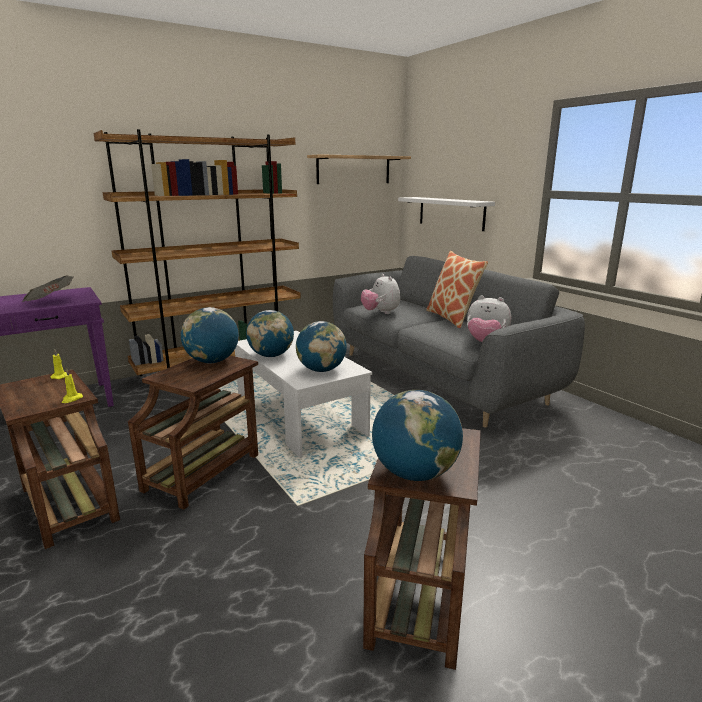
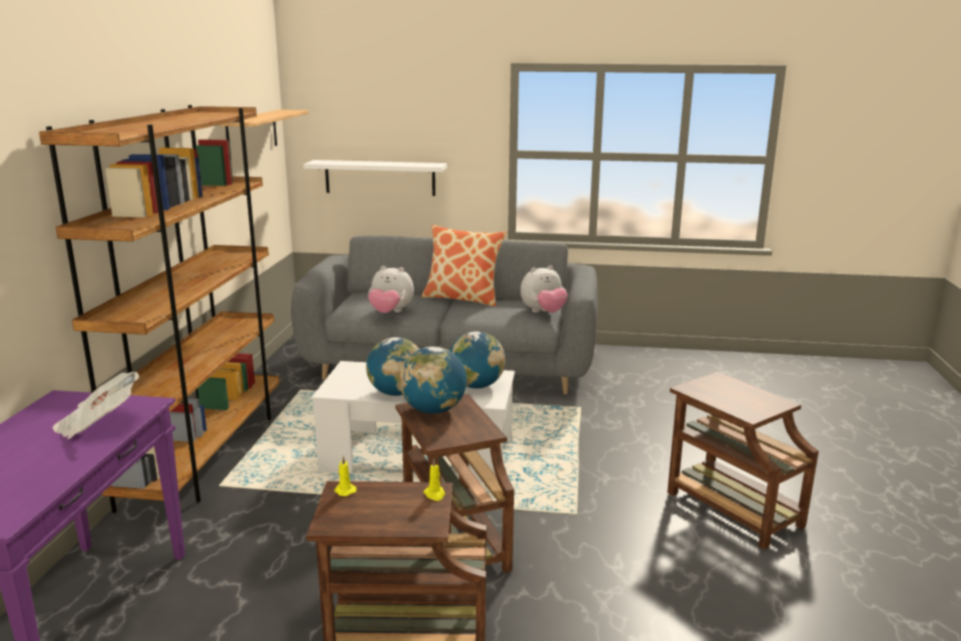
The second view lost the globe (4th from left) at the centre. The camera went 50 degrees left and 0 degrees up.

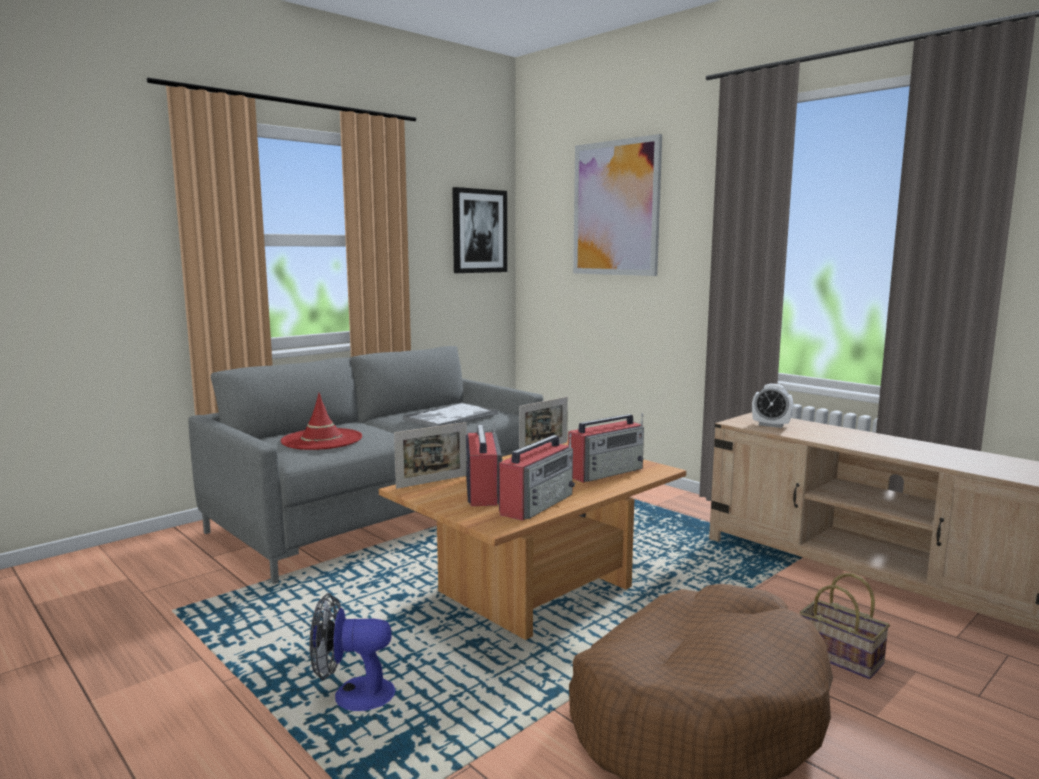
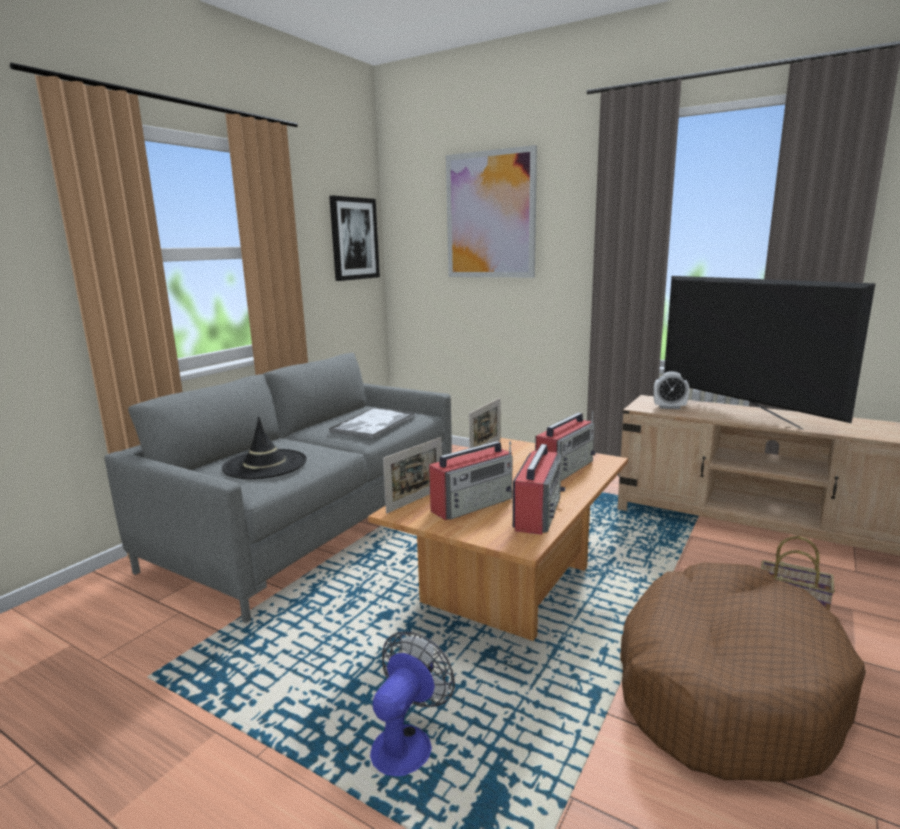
What was the chapeau (rouge) at the middle left turned into the chapeau (noir) at the middle left. The ventilateur at the bottom centre ended up facing another way, 135 degrees clockwise from before. The radio (1st from left) at the centre ended up facing another way, 75 degrees clockwise from before. The second view gained the téléviseur at the middle right. The camera went 15 degrees left and 5 degrees up.

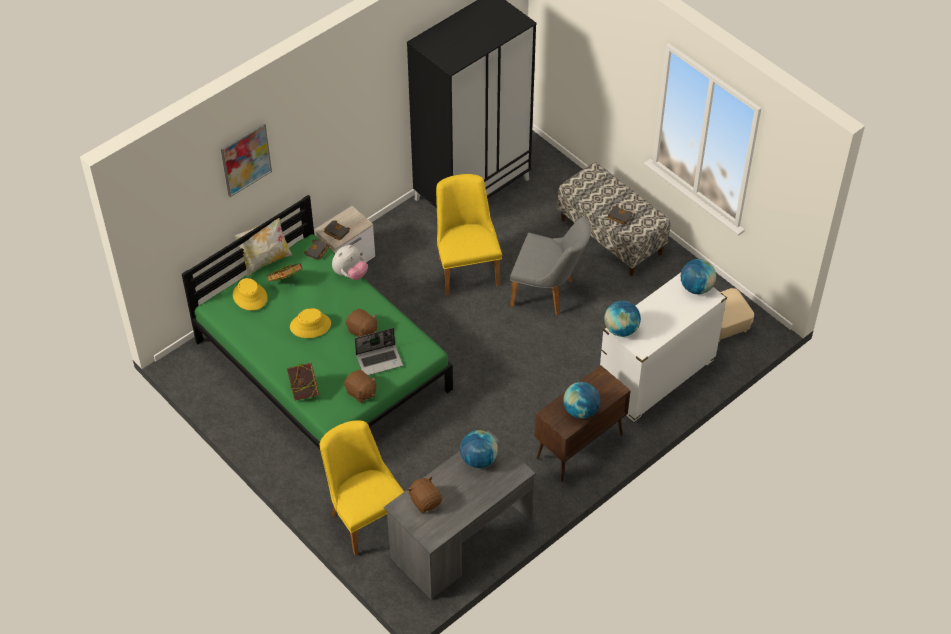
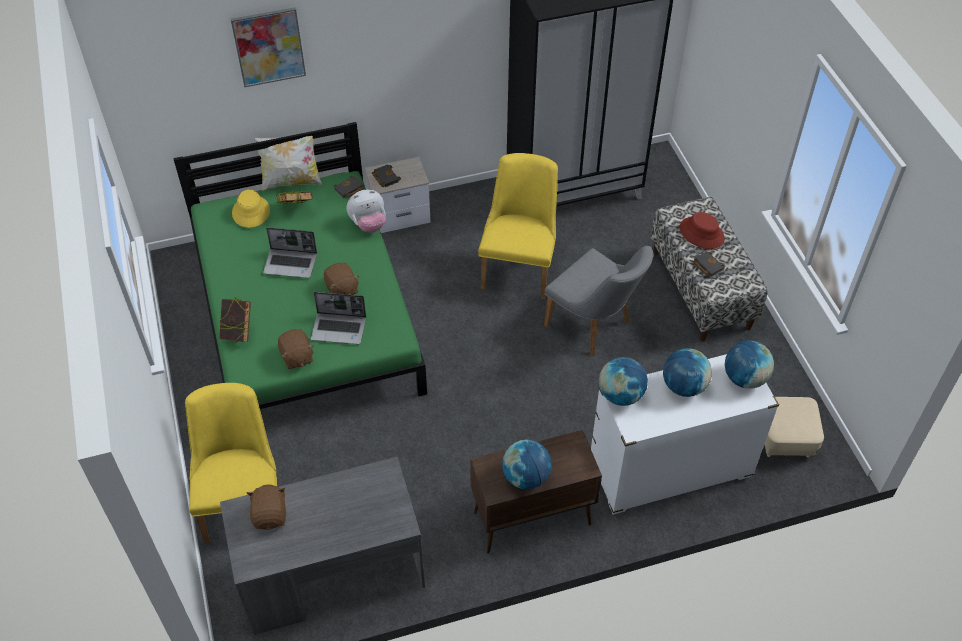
Where the chapeau (jaune) (2nd from left) stood at the middle left, the ordinateur portable (1st from left) came to stand at the middle left. The globe (1st from left in the first image) ended up elsewhere, having gone from the bottom centre to the middle right. The second view gained the chapeau (rouge) at the middle right. The camera went 25 degrees right and 0 degrees up.

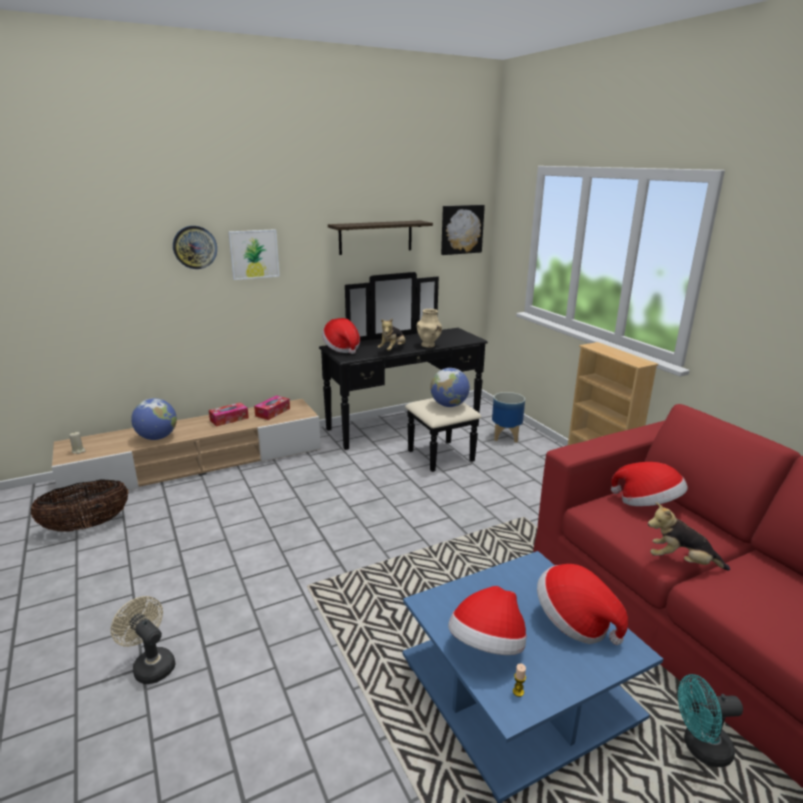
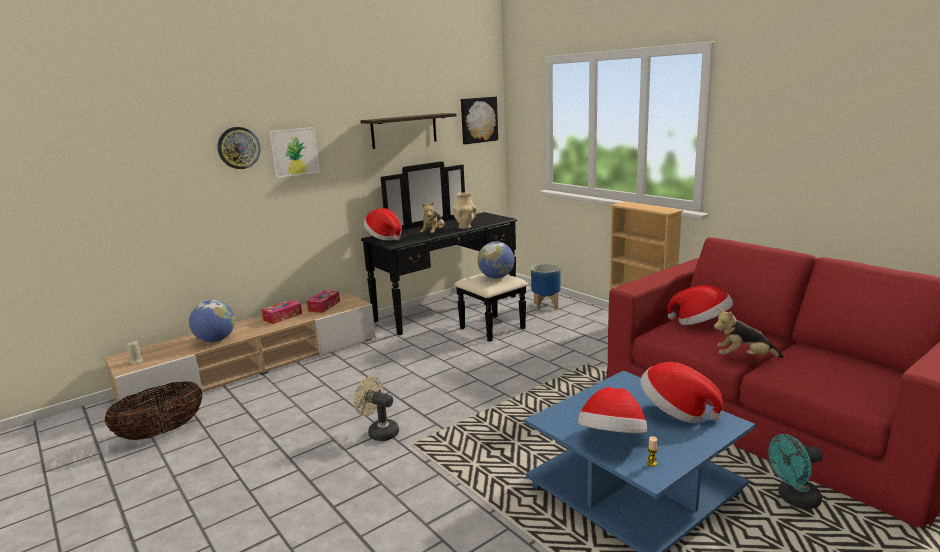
The ventilateur (beige) ended up elsewhere, having gone from the bottom left to the bottom centre. The camera went 10 degrees left and 5 degrees down.

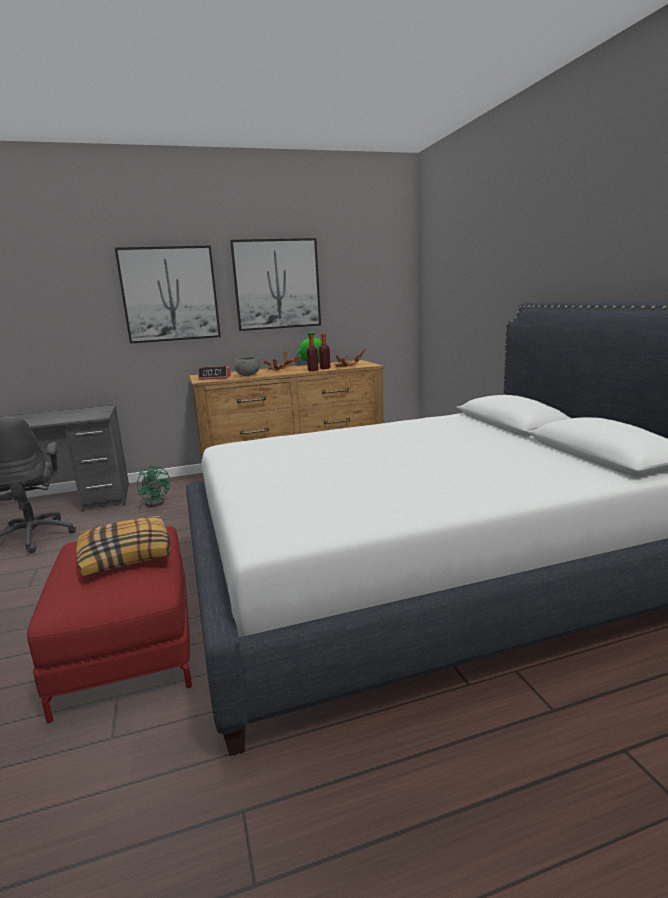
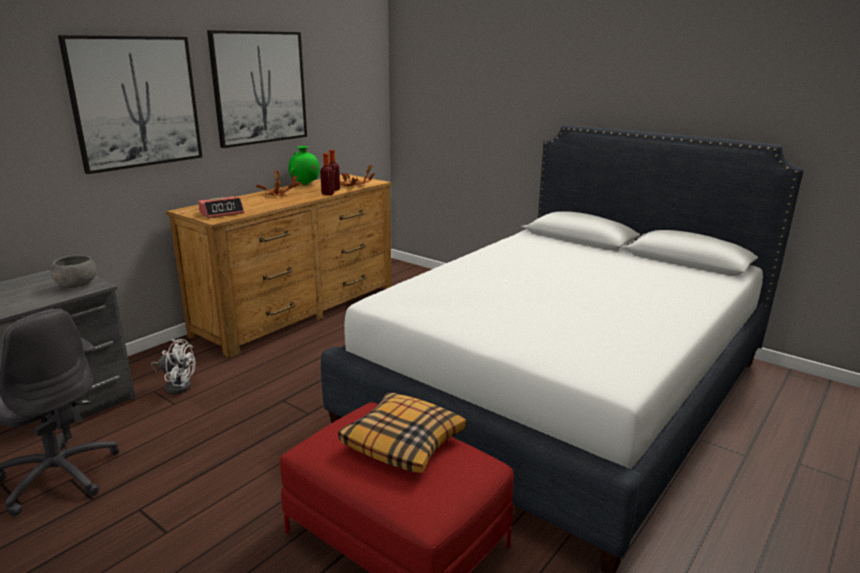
What was the ventilateur (vert) at the middle left turned into the ventilateur (blanc) at the middle left. The bol (gris) ended up elsewhere, having gone from the centre to the middle left. The camera went 35 degrees left and 5 degrees up.

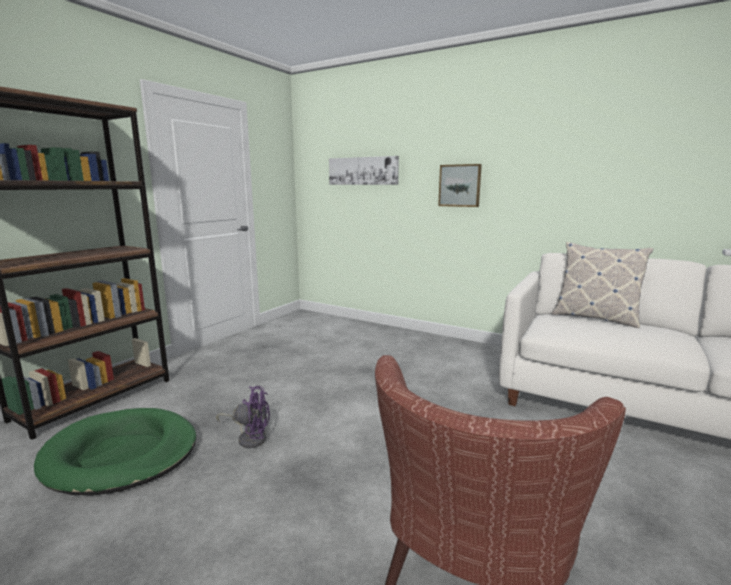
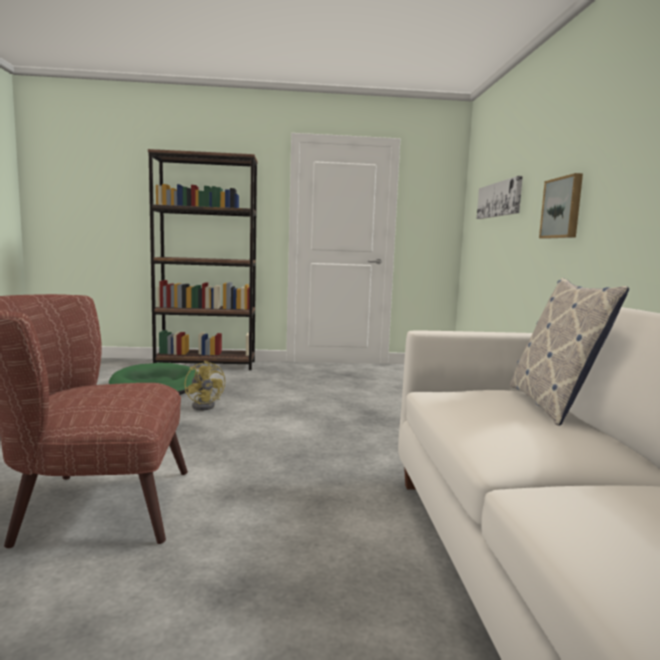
What was the ventilateur (violet) at the bottom left turned into the ventilateur (jaune) at the middle left. The camera went 55 degrees right and 5 degrees down.

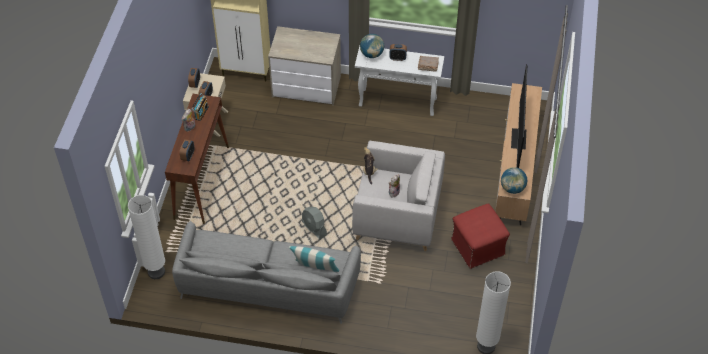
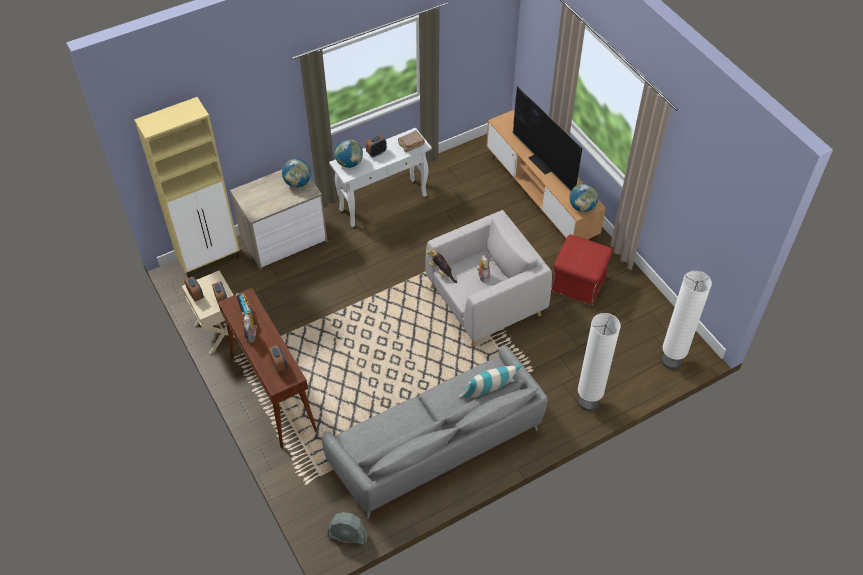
The lampadaire (blanc) (1st from left) ended up elsewhere, having gone from the bottom left to the middle right. The ventilateur (gris) ended up elsewhere, having gone from the centre to the bottom centre. The second view gained the globe (1st from left) at the top centre. The camera went 40 degrees left and 0 degrees up.

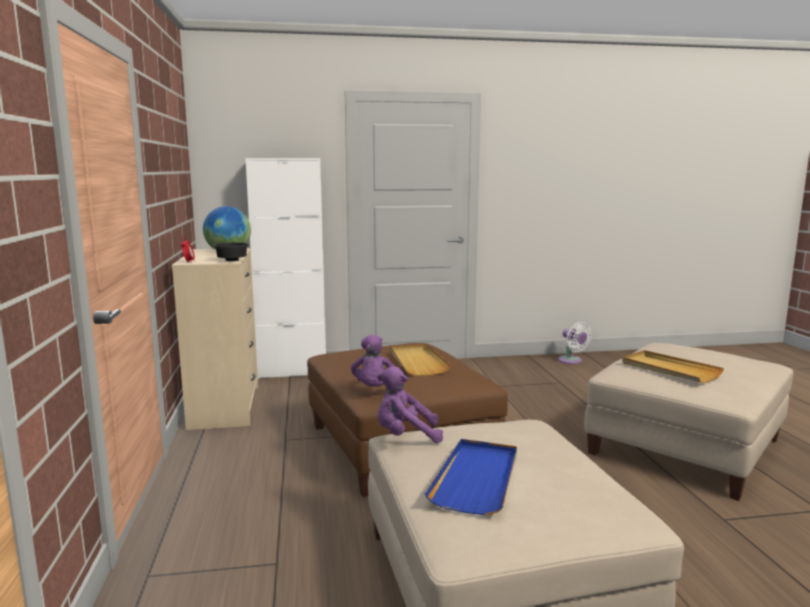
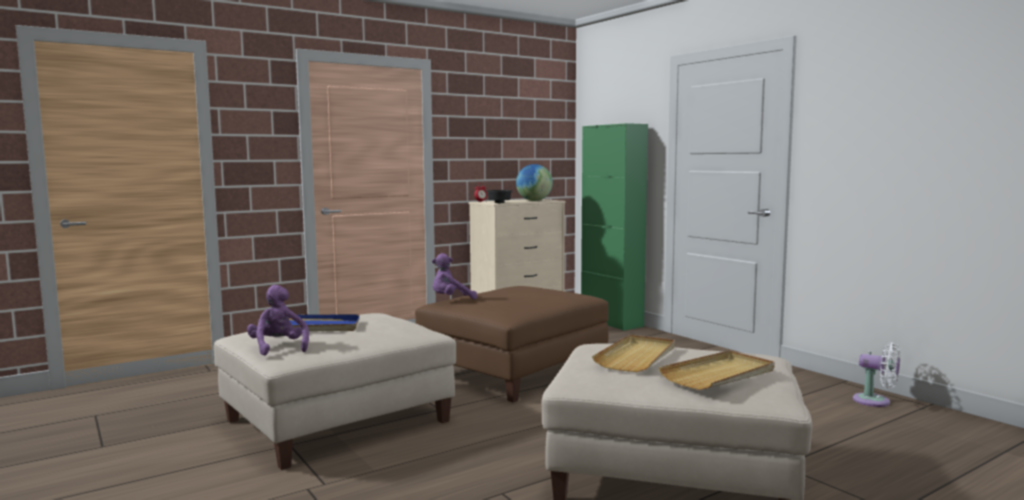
What was the meuble de rangement (blanc) at the centre turned into the meuble de rangement (vert) at the centre. The peluche (violet) (2nd from left in the first image) ended up elsewhere, having gone from the centre to the middle left. The plateau (beige) (1st from left in the first image) ended up elsewhere, having gone from the centre to the bottom right. The ventilateur (blanc) at the middle right ended up facing another way, 90 degrees counterclockwise from before. The camera went 65 degrees right and 5 degrees down.

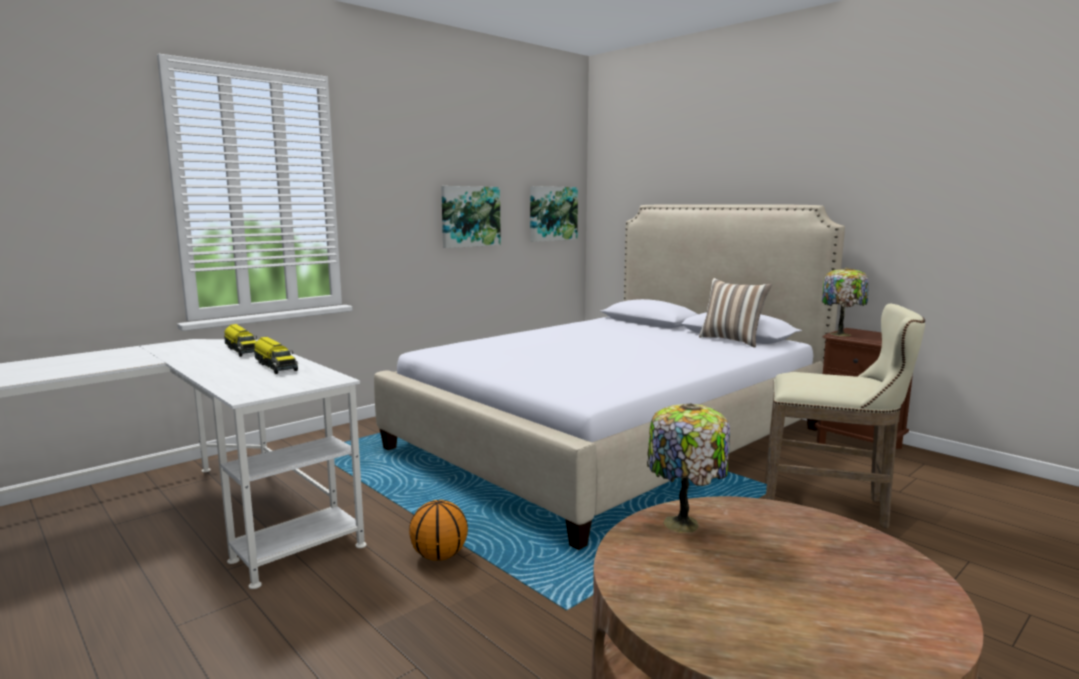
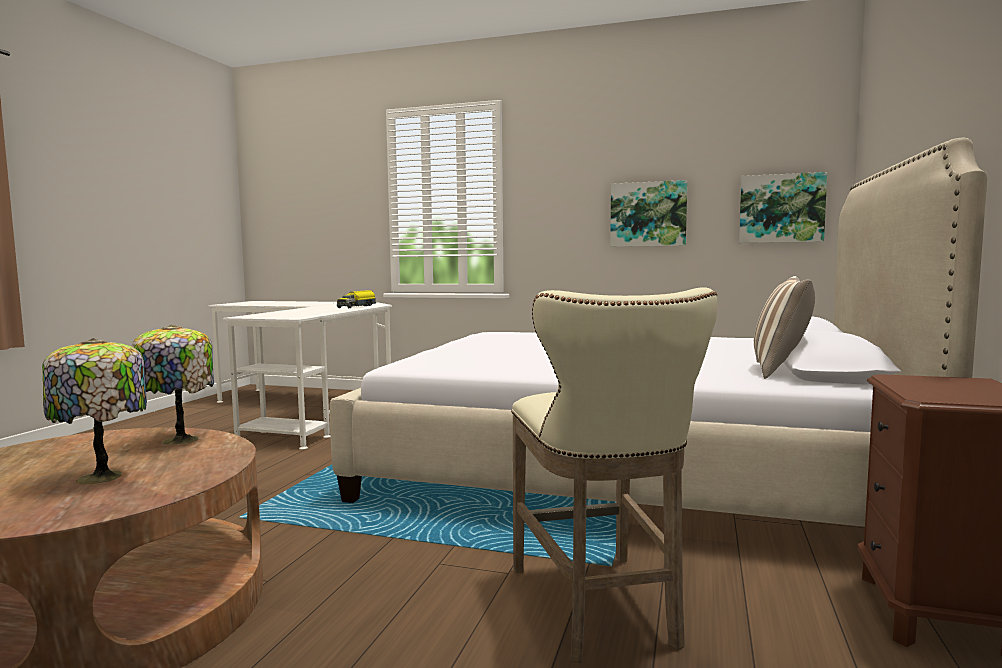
The second view lost the camion jouet (2nd from left) at the middle left. The second view lost the ballon de basket at the bottom centre. The lampe de table (2nd from left in the first image) ended up elsewhere, having gone from the middle right to the middle left. The camera went 60 degrees right and 5 degrees down.

